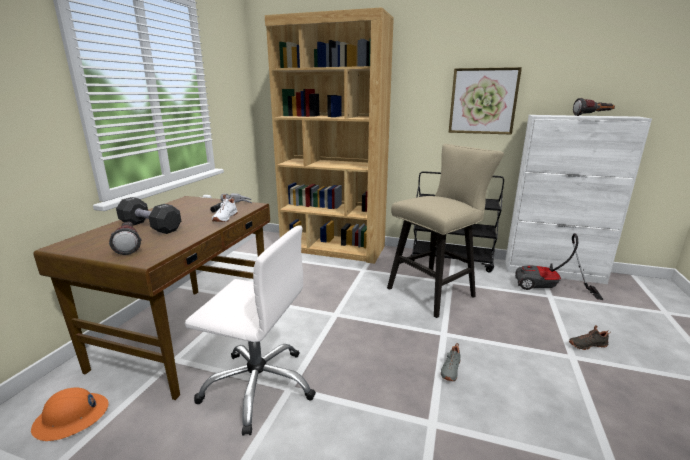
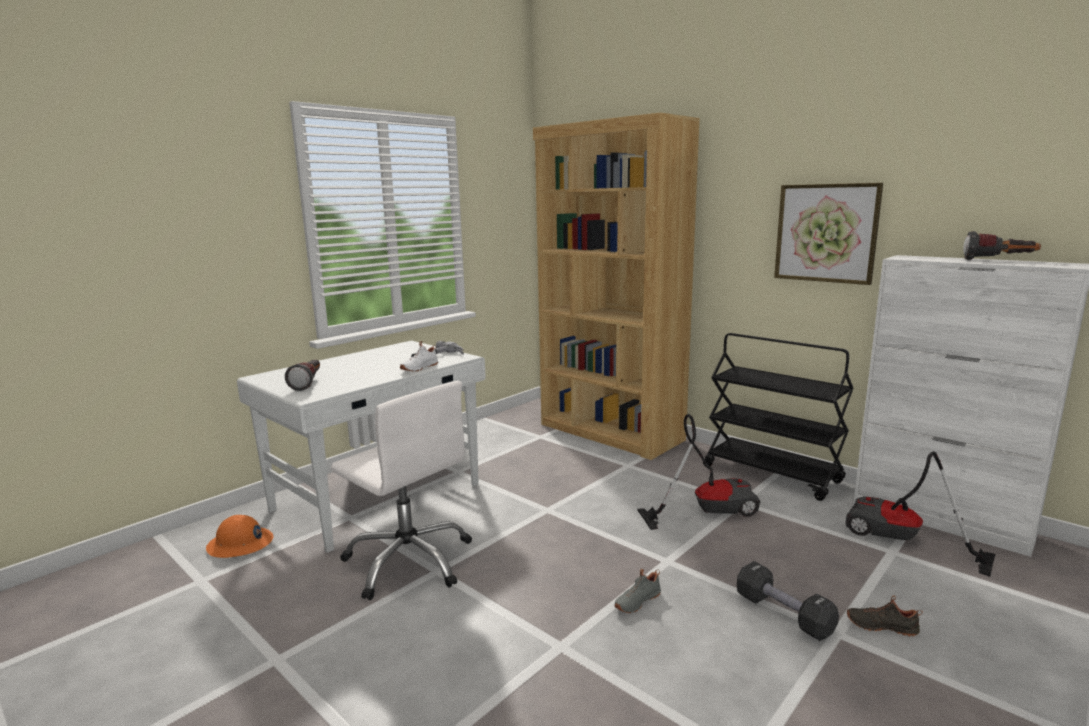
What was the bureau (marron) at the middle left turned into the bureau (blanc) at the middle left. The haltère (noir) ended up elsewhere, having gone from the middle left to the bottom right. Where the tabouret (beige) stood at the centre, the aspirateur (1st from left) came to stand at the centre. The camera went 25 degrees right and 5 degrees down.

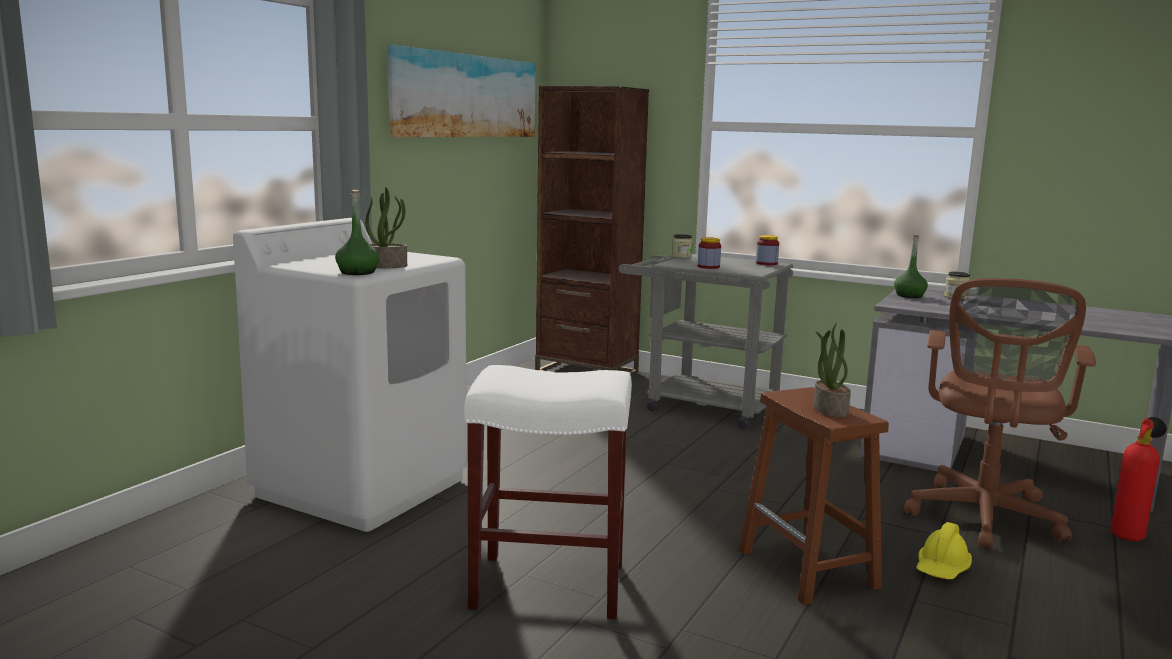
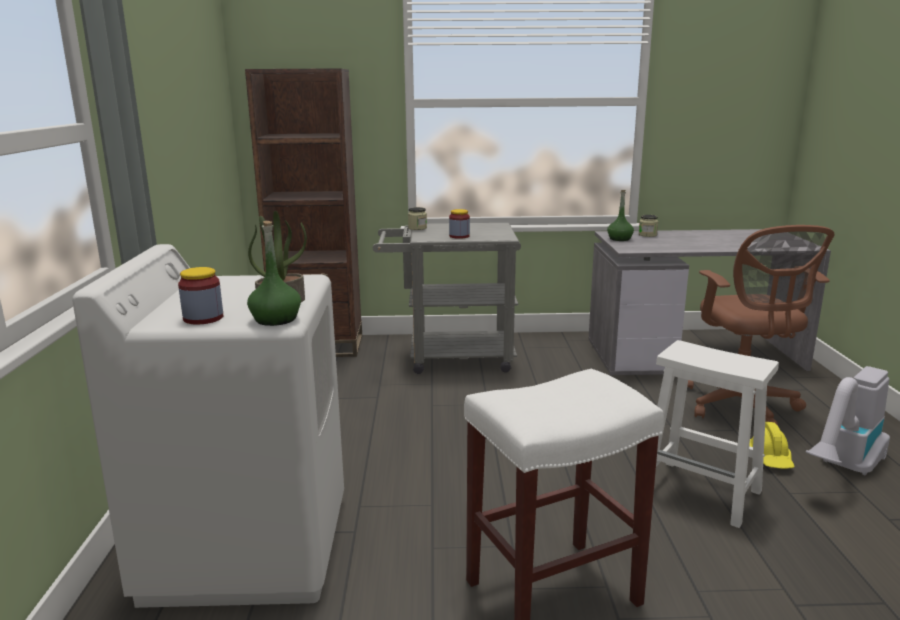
The second view lost the tableau at the top centre. What was the tabouret (marron) at the bottom right turned into the tabouret (blanc) (2nd from left) at the bottom right. The bocal (3rd from left in the first image) ended up elsewhere, having gone from the centre to the middle left. The second view lost the plante en pot (2nd from left) at the middle right. The second view lost the extincteur at the bottom right. The second view gained the aspirateur at the bottom right. The camera went 30 degrees left and 5 degrees up.

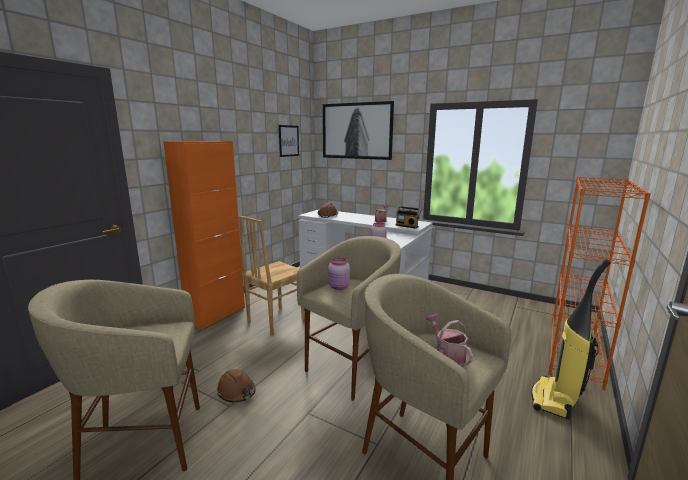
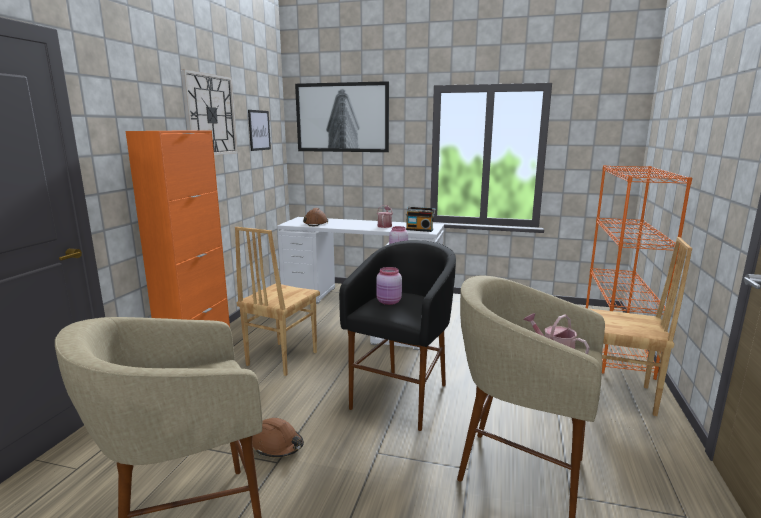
What was the tabouret (beige) (2nd from left) at the centre turned into the tabouret (noir) at the centre. Where the aspirateur stood at the bottom right, the chaise (marron) (2nd from left) came to stand at the middle right. The second view gained the horloge murale at the top left. The camera went 15 degrees left and 0 degrees up.

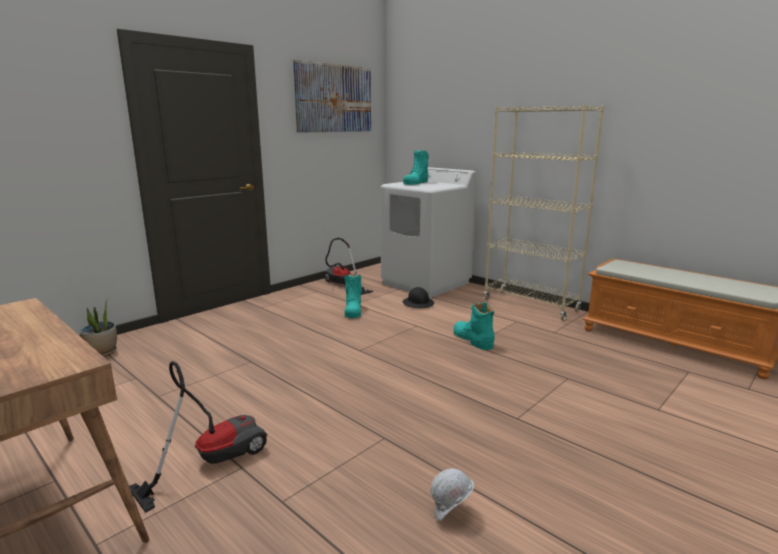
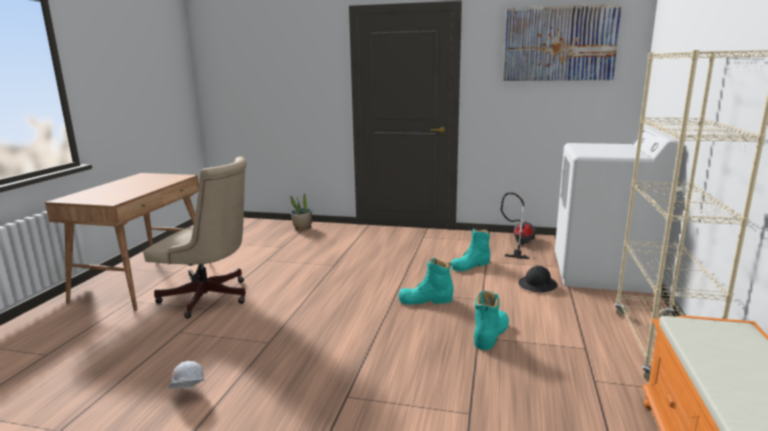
Where the aspirateur (1st from left) stood at the bottom left, the chaise de bureau (beige) came to stand at the middle left. The botte (turquoise) (2nd from left in the first image) ended up elsewhere, having gone from the top centre to the centre. The camera went 60 degrees right and 0 degrees up.

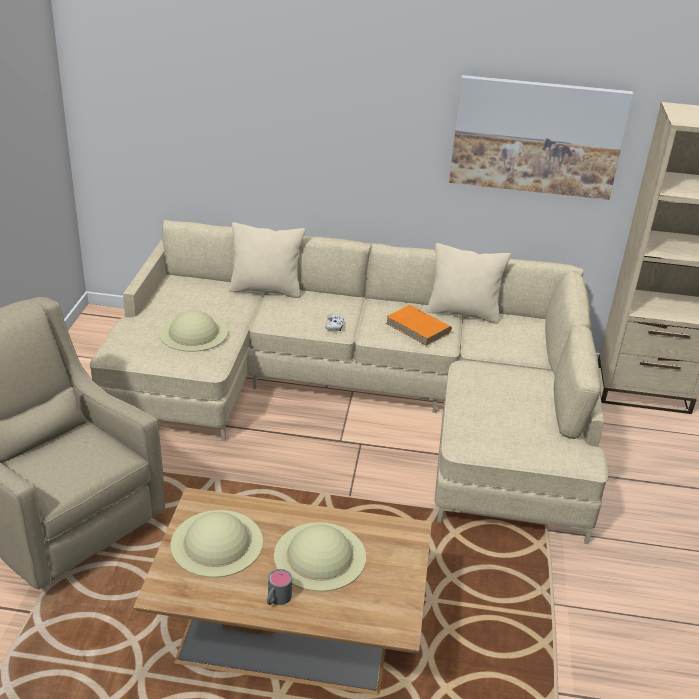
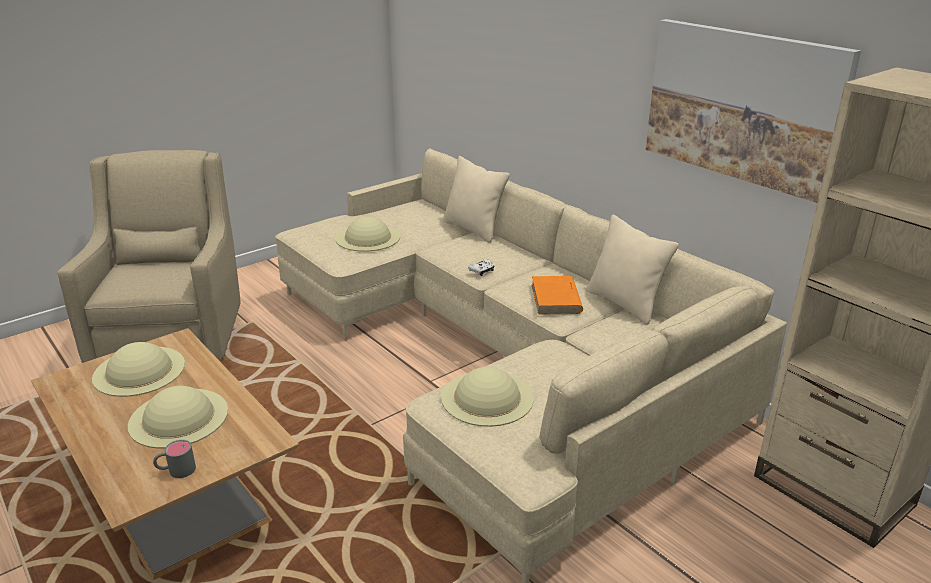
The mug (gris) ended up elsewhere, having gone from the bottom centre to the bottom left. The second view gained the chapeau (beige) (4th from left) at the bottom centre. The camera went 45 degrees right and 5 degrees down.

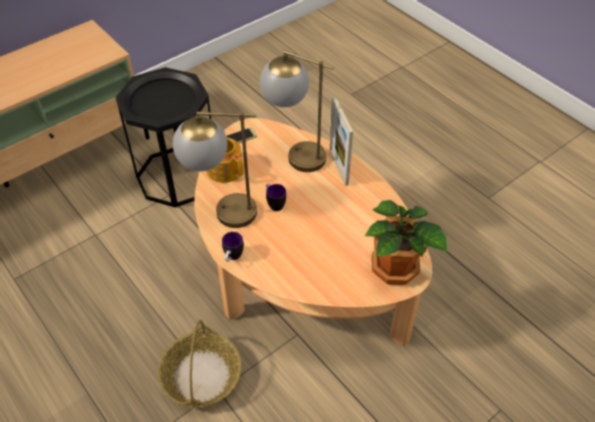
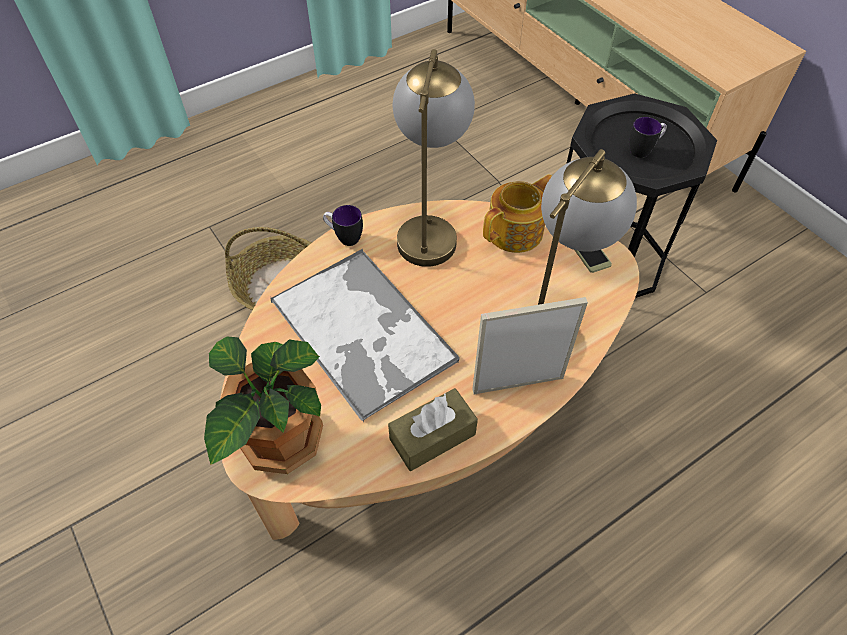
The mug (2nd from left) ended up elsewhere, having gone from the centre to the top right. The second view gained the plateau at the centre. The second view gained the boîte à mouchoirs (marron) at the bottom centre. The camera went 95 degrees right and 5 degrees up.

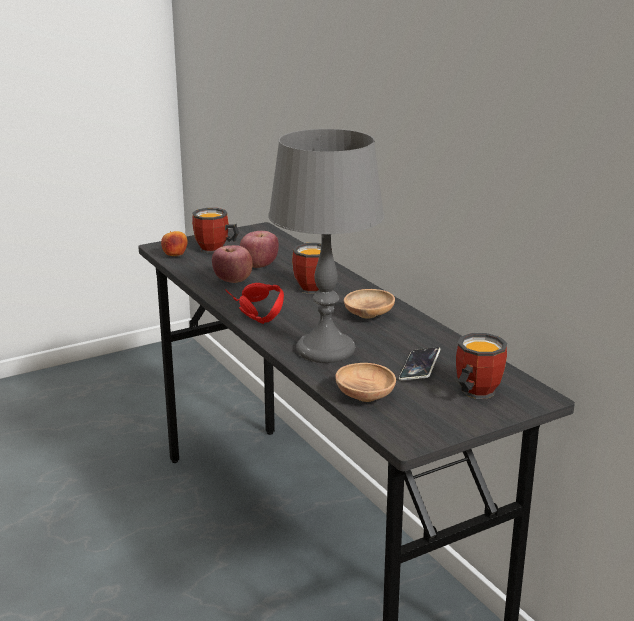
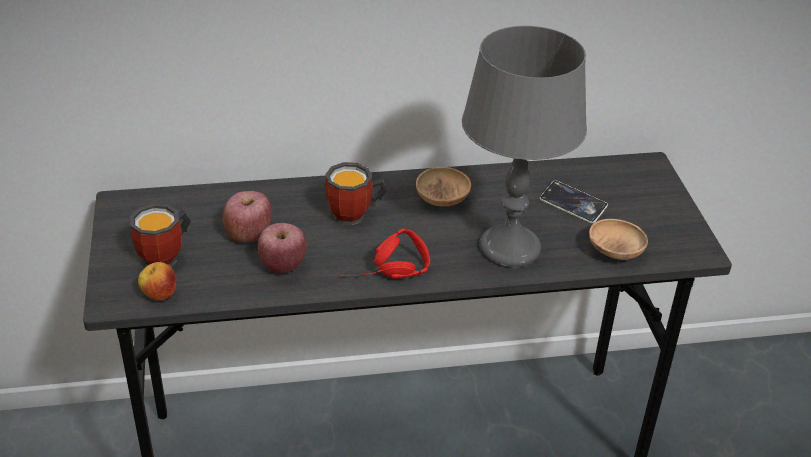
The second view lost the mug (3rd from left) at the middle right. The camera went 70 degrees left and 15 degrees up.

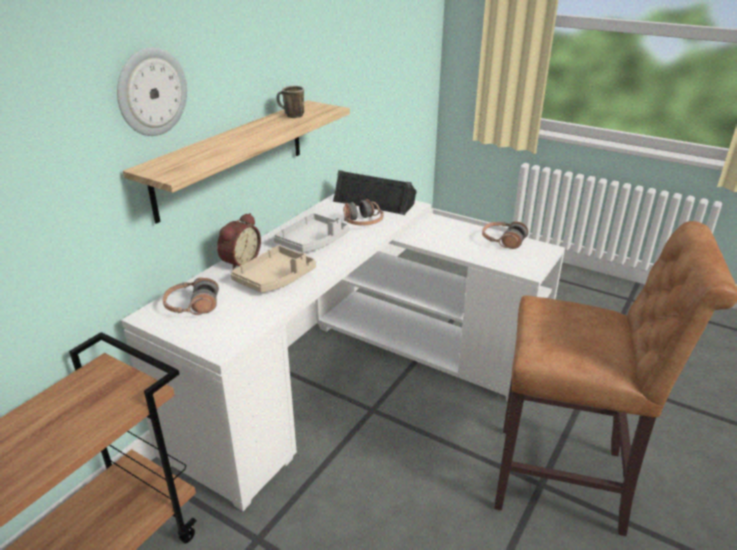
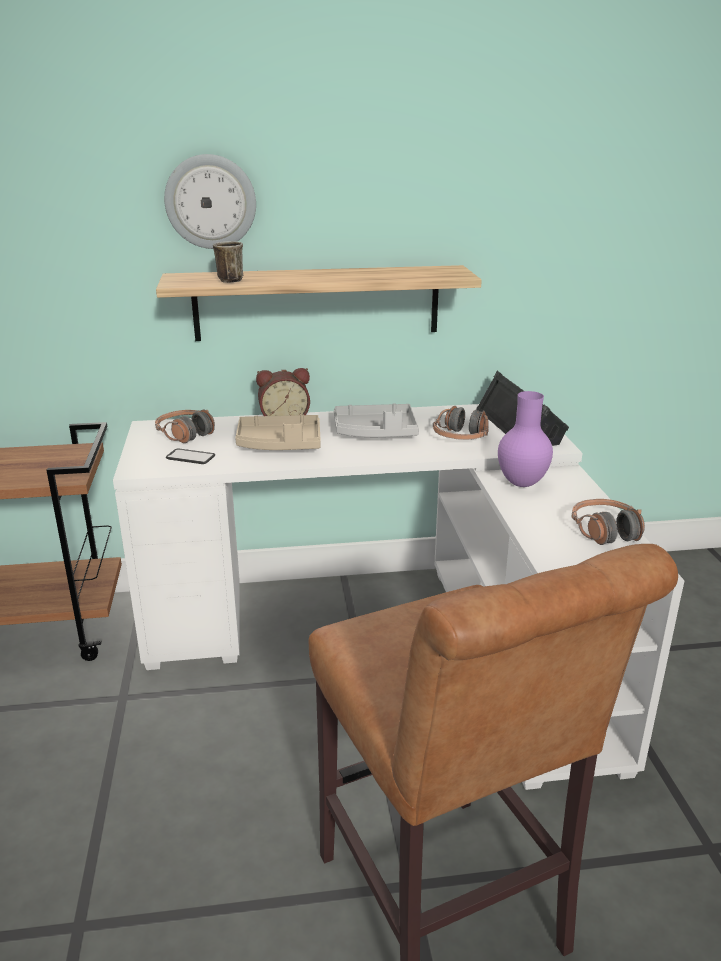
The mug ended up elsewhere, having gone from the top centre to the top left. The second view gained the téléphone at the middle left. The second view gained the vase (violet) at the middle right. The camera went 50 degrees right and 5 degrees down.

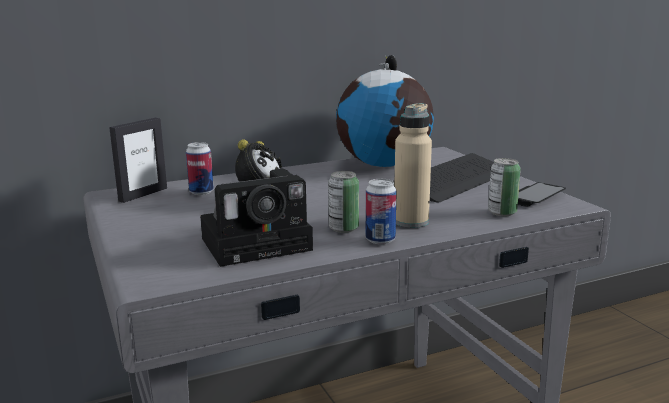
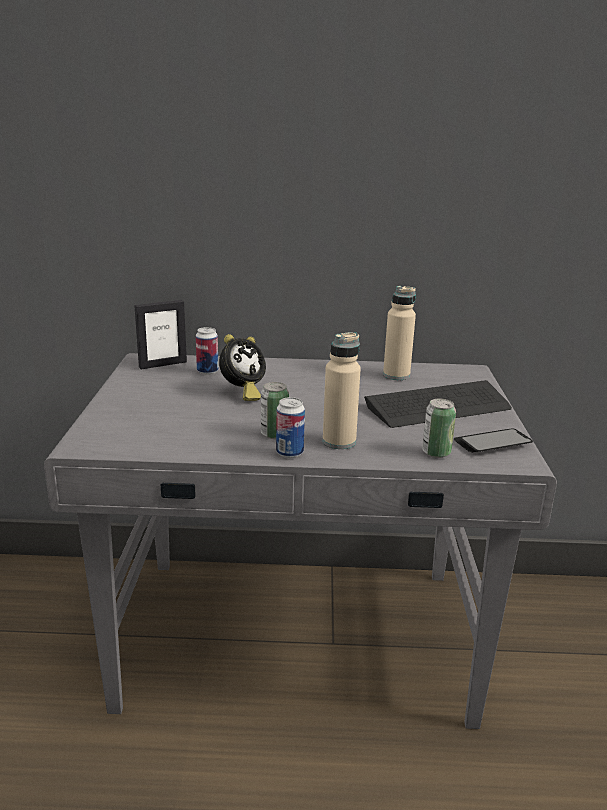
The second view lost the appareil photo at the centre. Where the globe stood at the top centre, the bouteille (beige) (2nd from left) came to stand at the centre. The camera went 25 degrees right and 5 degrees up.

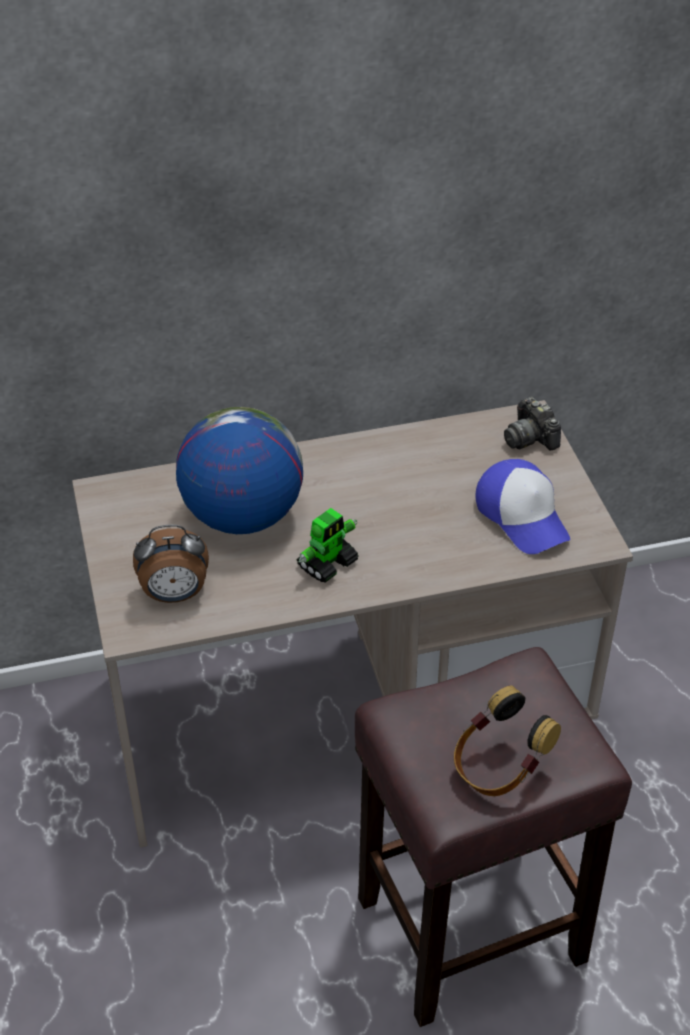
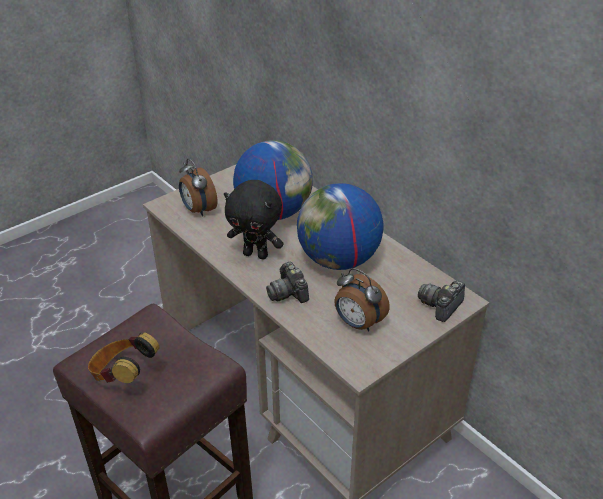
Where the robot jouet stood at the centre, the peluche (noir) came to stand at the centre. Where the casquette stood at the middle right, the réveil (2nd from left) came to stand at the centre. The second view gained the appareil photo (1st from left) at the centre. The second view gained the globe (2nd from left) at the centre. The camera went 65 degrees right and 5 degrees down.

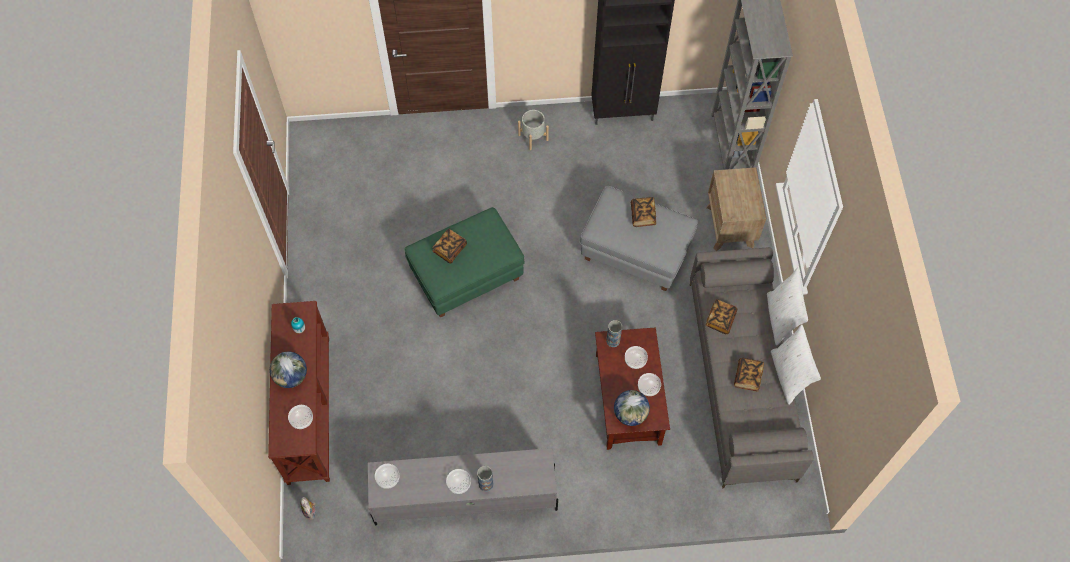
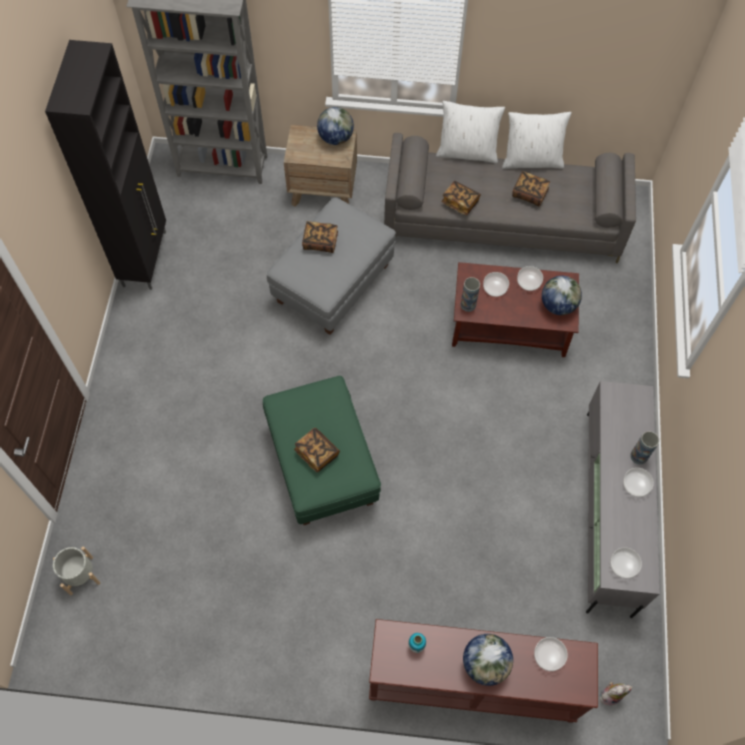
The cache-pot (gris) ended up elsewhere, having gone from the top centre to the bottom left. The second view gained the globe (1st from left) at the top centre. The camera went 80 degrees left and 0 degrees up.

